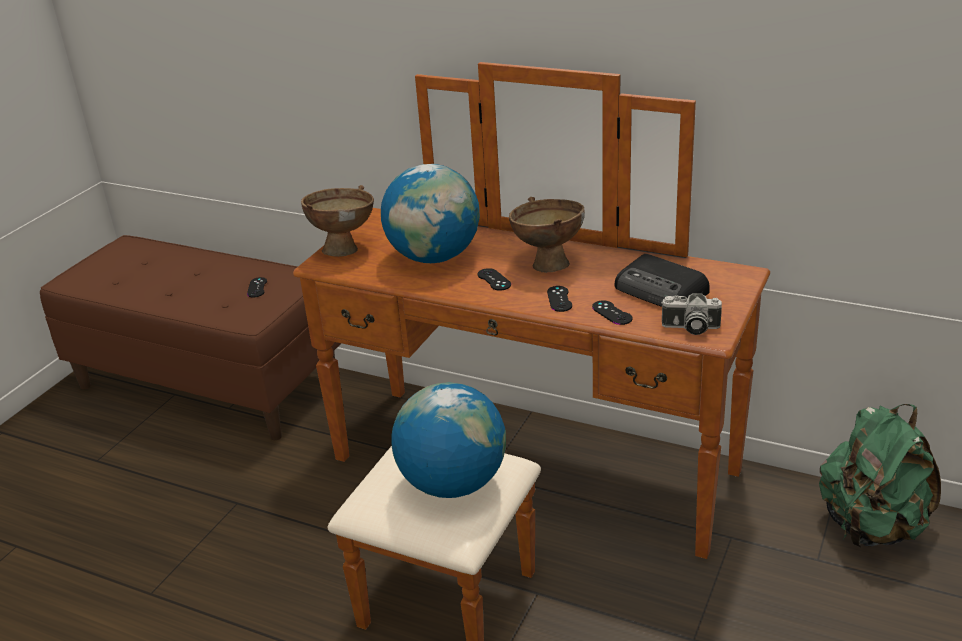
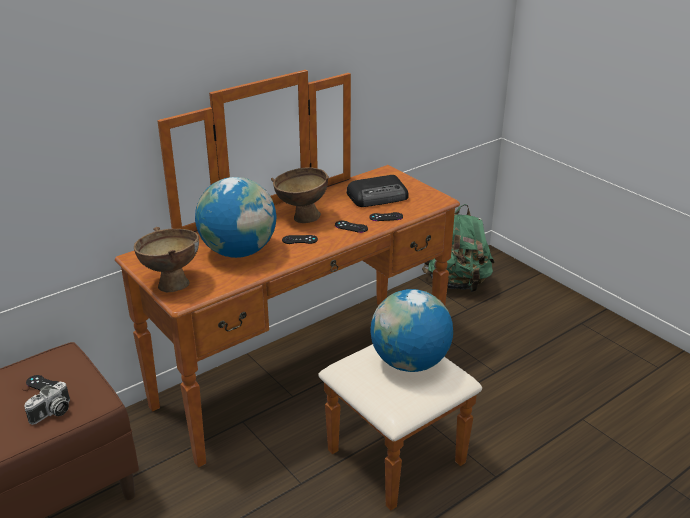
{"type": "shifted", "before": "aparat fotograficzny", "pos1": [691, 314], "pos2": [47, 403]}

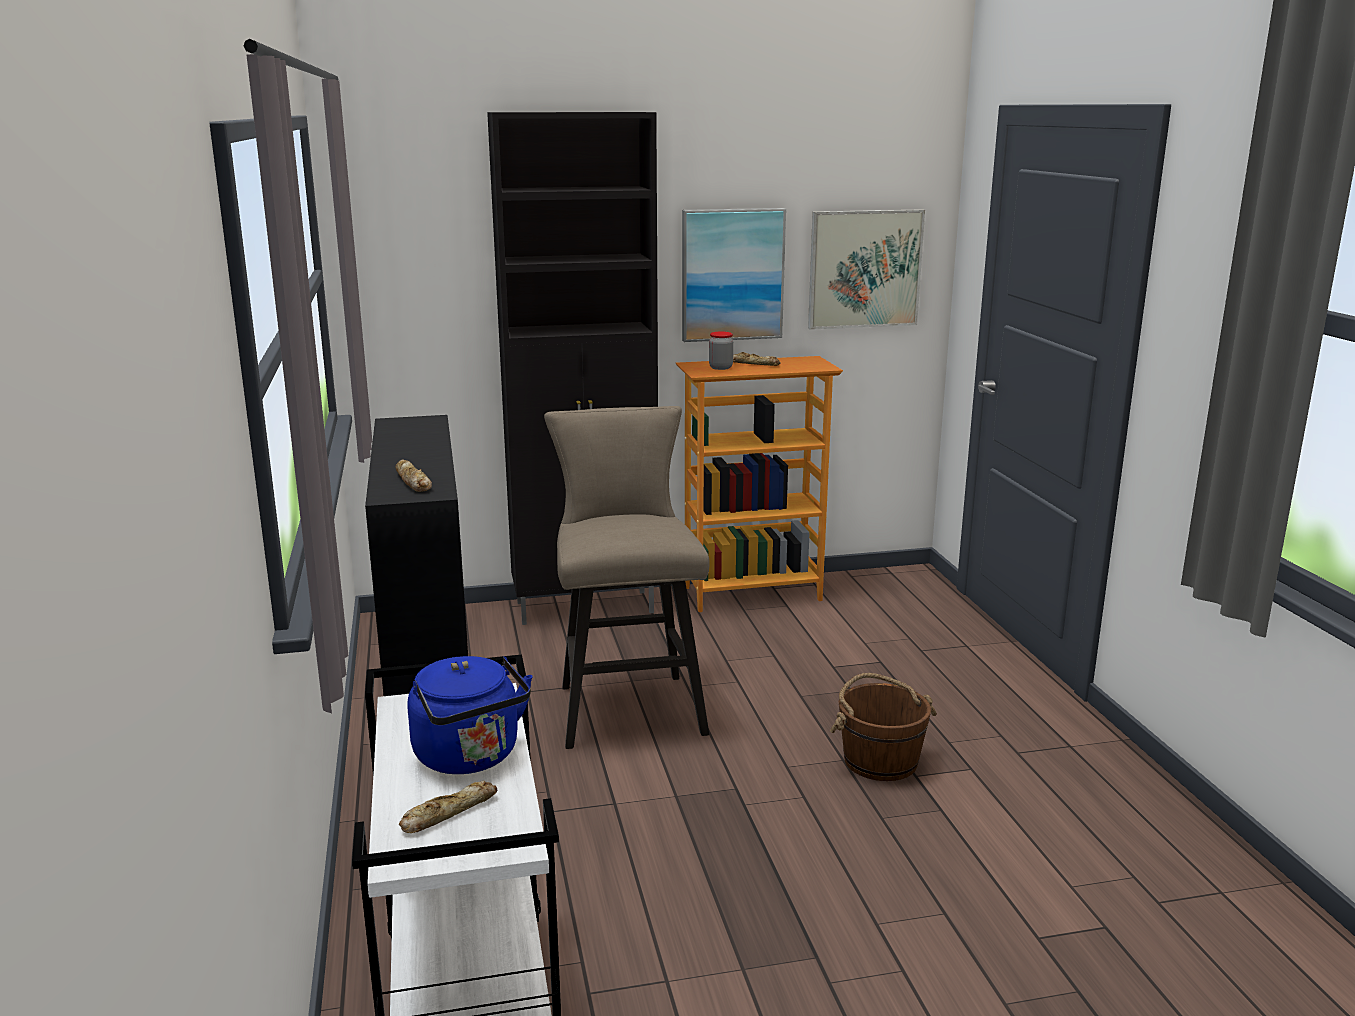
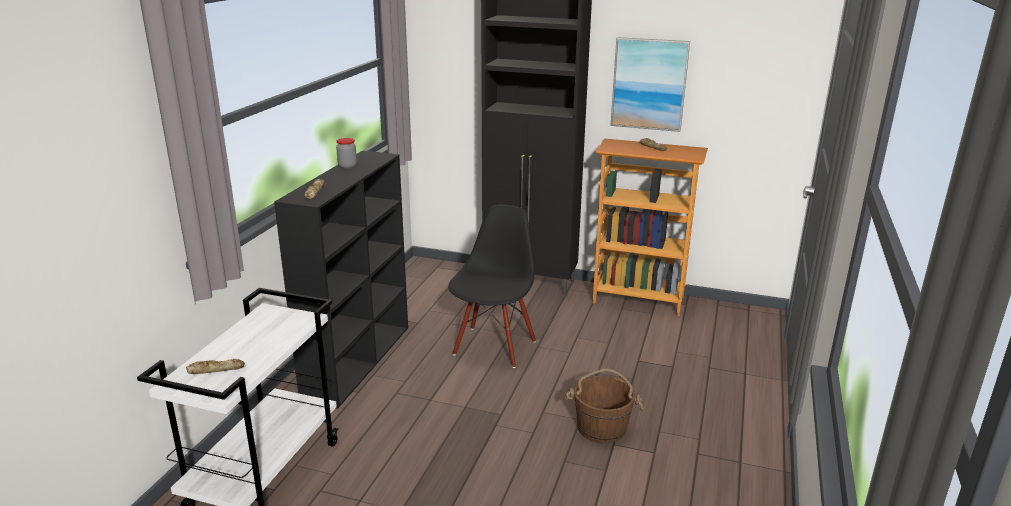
{"type": "gone", "before": "czajnik/niebieski", "pos1": [470, 715]}
{"type": "gone", "before": "obraz", "pos1": [866, 269]}
{"type": "shifted", "before": "słoik", "pos1": [721, 351], "pos2": [346, 153]}
{"type": "swapped", "before": "stołek/beżowy", "after": "krzesło/czarny", "pos1": [626, 577], "pos2": [492, 286]}

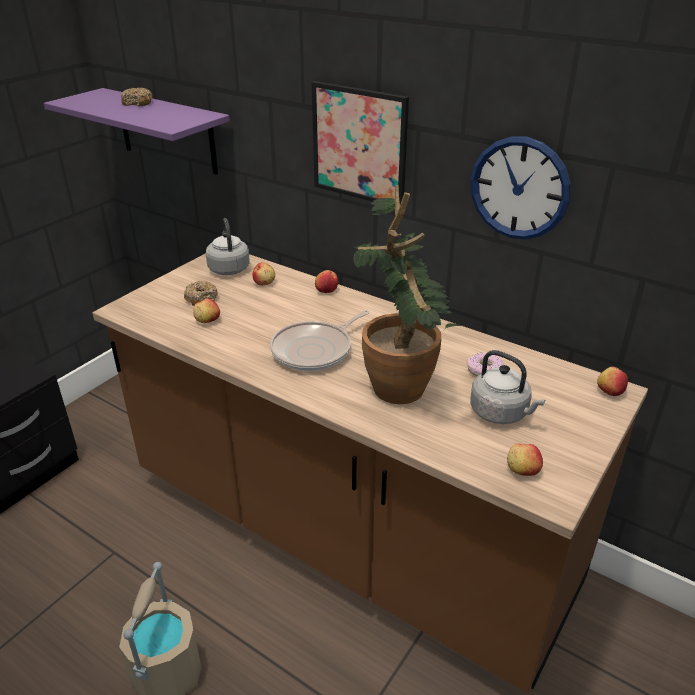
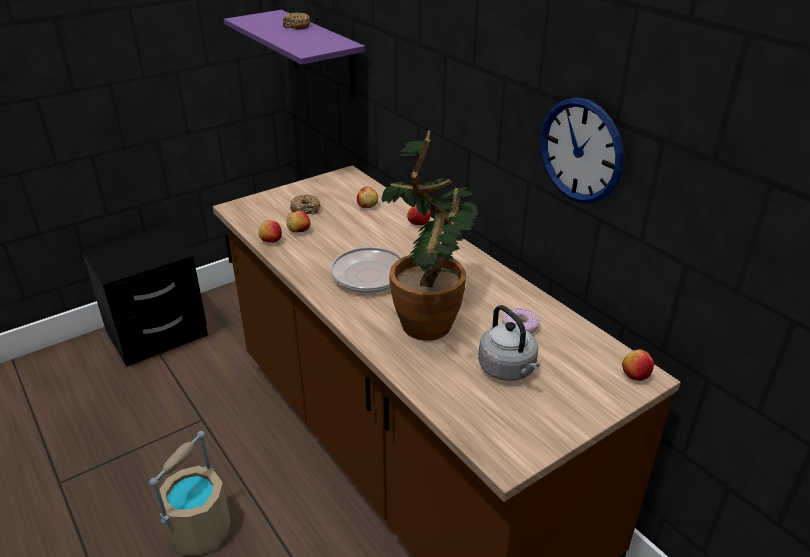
{"type": "gone", "before": "czajnik/szary", "pos1": [228, 246]}
{"type": "gone", "before": "obraz", "pos1": [360, 143]}
{"type": "shifted", "before": "jabłko", "pos1": [525, 459], "pos2": [270, 232]}

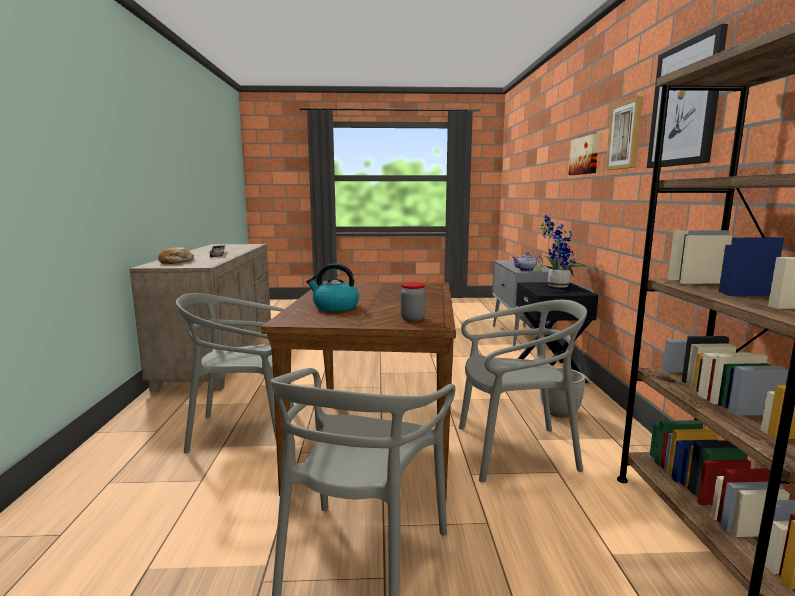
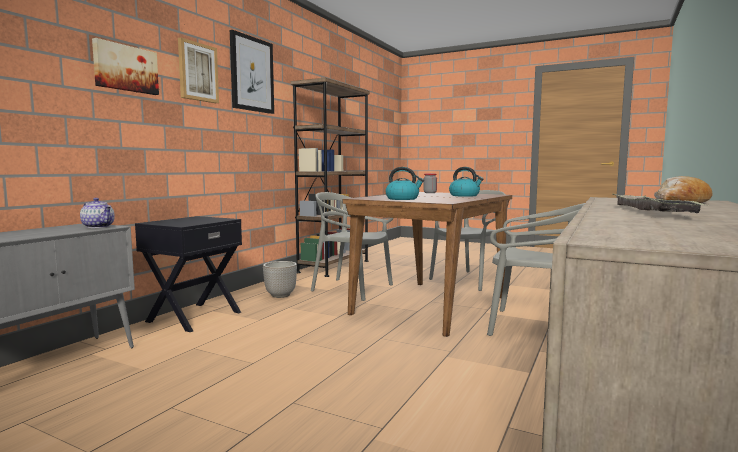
{"type": "gone", "before": "roślina doniczkowa", "pos1": [560, 251]}
{"type": "new", "after": "czajnik", "pos2": [404, 183]}

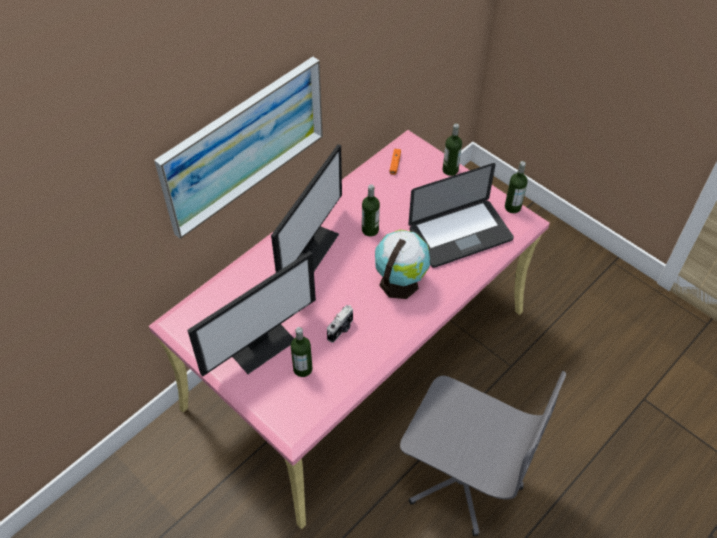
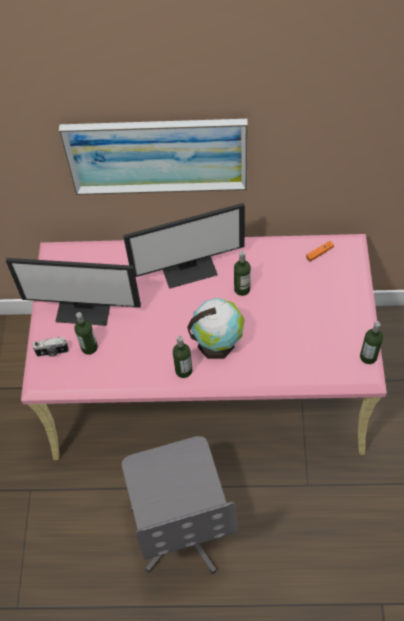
{"type": "gone", "before": "laptop", "pos1": [461, 215]}
{"type": "shifted", "before": "aparat fotograficzny", "pos1": [340, 324], "pos2": [50, 347]}
{"type": "shifted", "before": "butelka", "pos1": [452, 149], "pos2": [182, 357]}

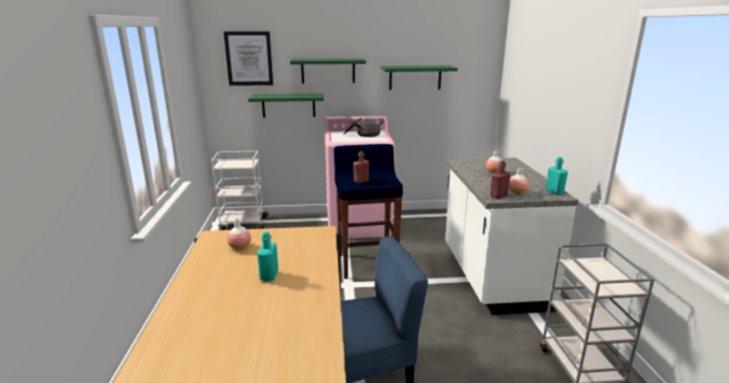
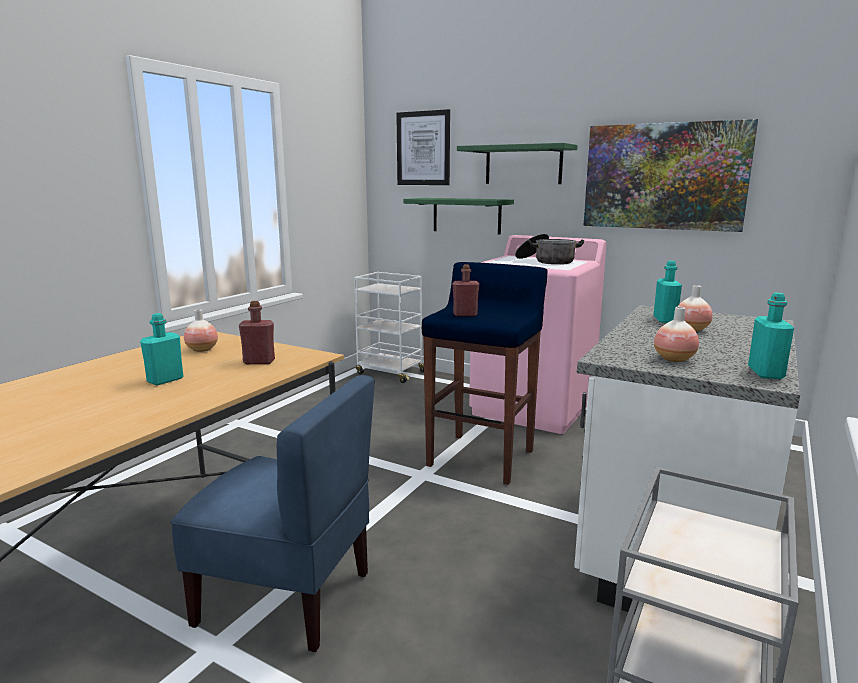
{"type": "new", "after": "butelka/turkusowy", "pos2": [668, 292]}
{"type": "shifted", "before": "butelka/czerwony", "pos1": [500, 180], "pos2": [257, 332]}
{"type": "swapped", "before": "półka/zielony", "after": "obraz", "pos1": [419, 77], "pos2": [670, 175]}

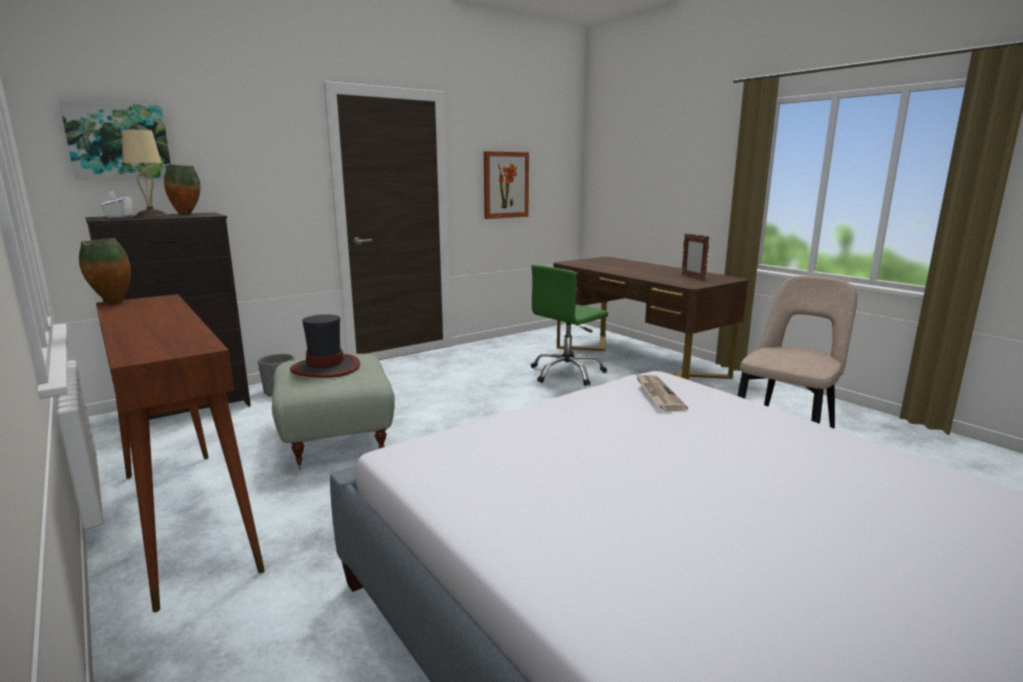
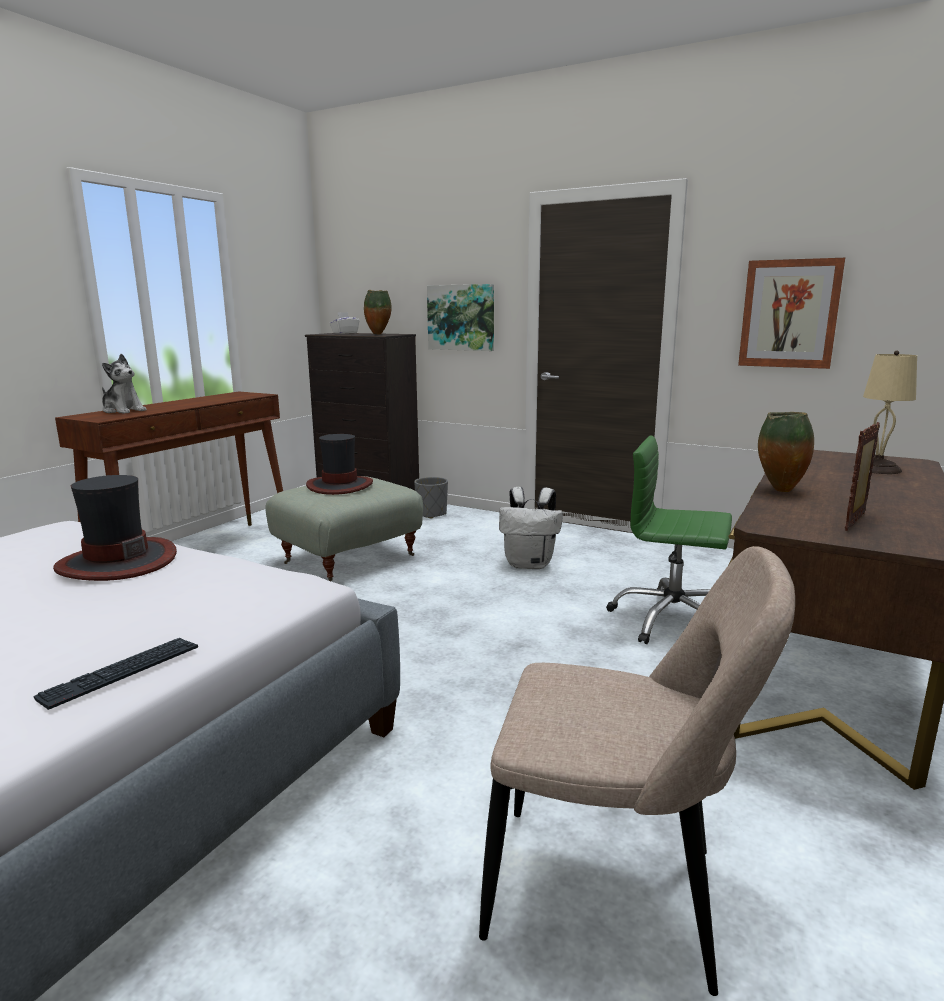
{"type": "gone", "before": "gazeta", "pos1": [661, 392]}
{"type": "new", "after": "klawiatura", "pos2": [116, 674]}
{"type": "new", "after": "kapelusz", "pos2": [115, 528]}
{"type": "new", "after": "pluszak", "pos2": [124, 384]}
{"type": "new", "after": "plecak/biały", "pos2": [531, 528]}
{"type": "shifted", "before": "obraz", "pos1": [115, 140], "pos2": [460, 317]}
{"type": "shifted", "before": "wazon", "pos1": [105, 270], "pos2": [786, 452]}
{"type": "shifted", "before": "lampa stołowa/beżowy", "pos1": [145, 172], "pos2": [890, 412]}

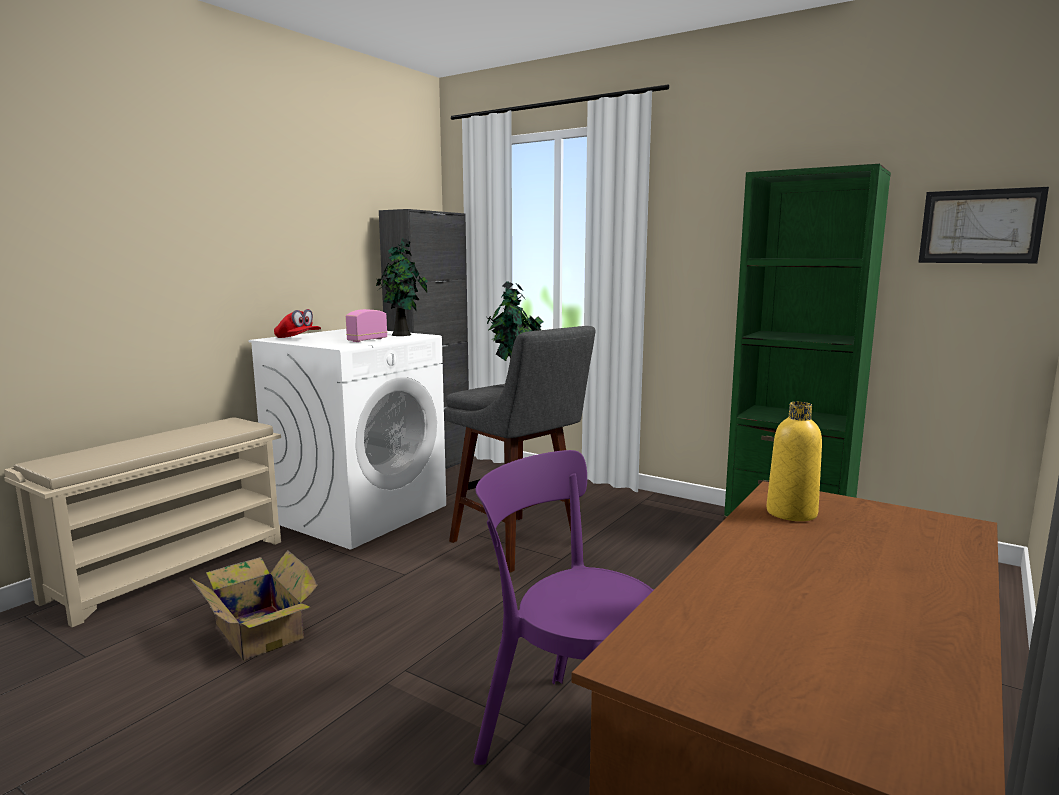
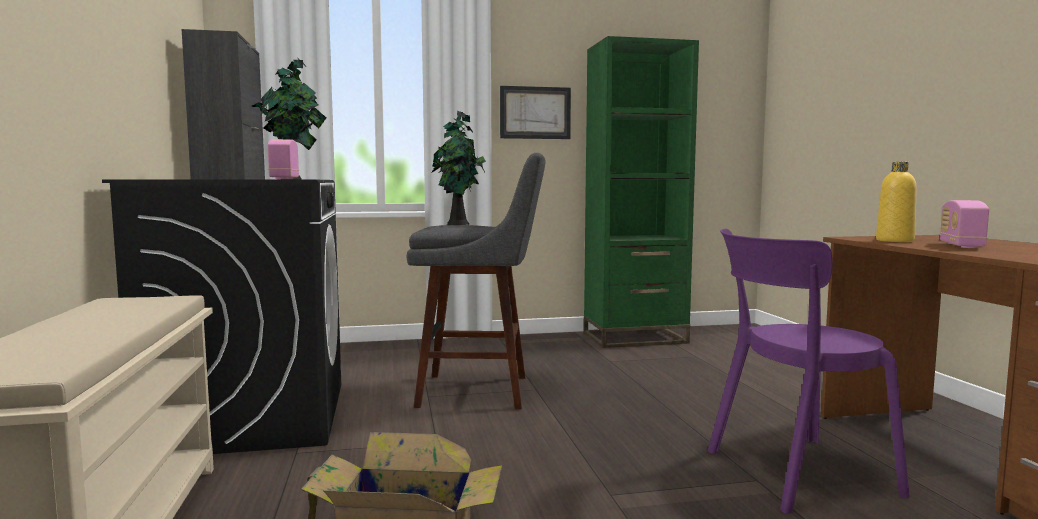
{"type": "gone", "before": "czapka z daszkiem/czerwony", "pos1": [297, 323]}
{"type": "new", "after": "radio", "pos2": [964, 224]}
{"type": "shifted", "before": "obraz", "pos1": [983, 225], "pos2": [535, 112]}
{"type": "repainted", "before": "pralka/biały", "after": "pralka/czarny", "pos1": [347, 439], "pos2": [221, 316]}

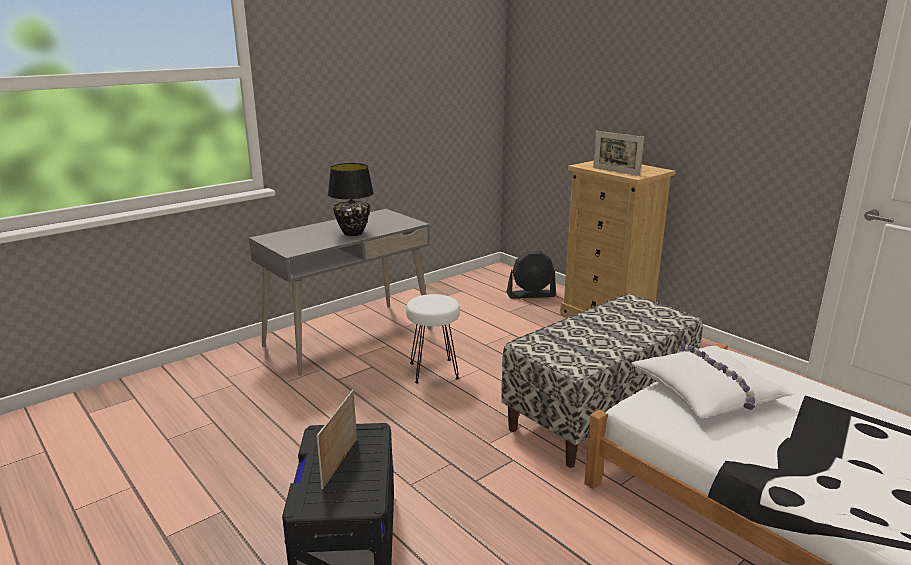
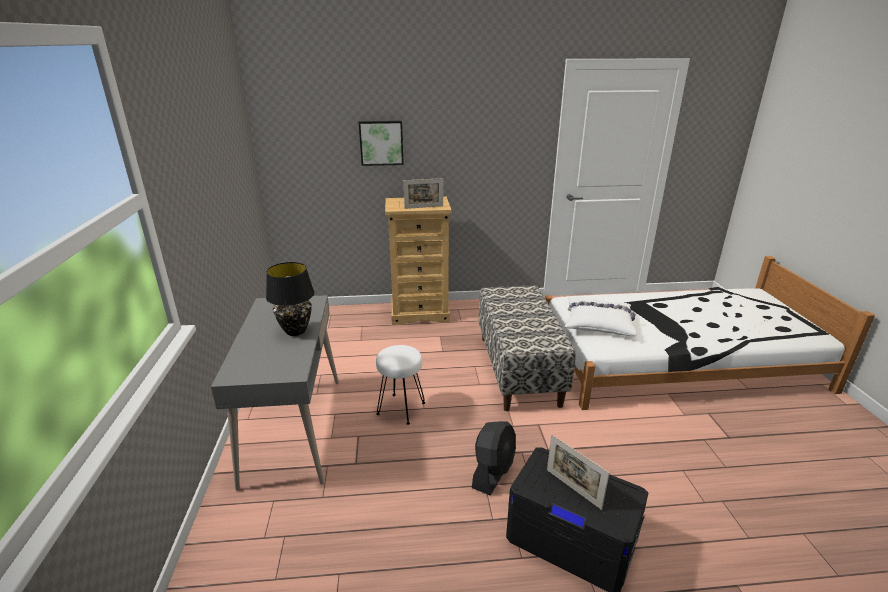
{"type": "new", "after": "obraz", "pos2": [381, 143]}
{"type": "shifted", "before": "wentylator/czarny", "pos1": [531, 275], "pos2": [494, 458]}

